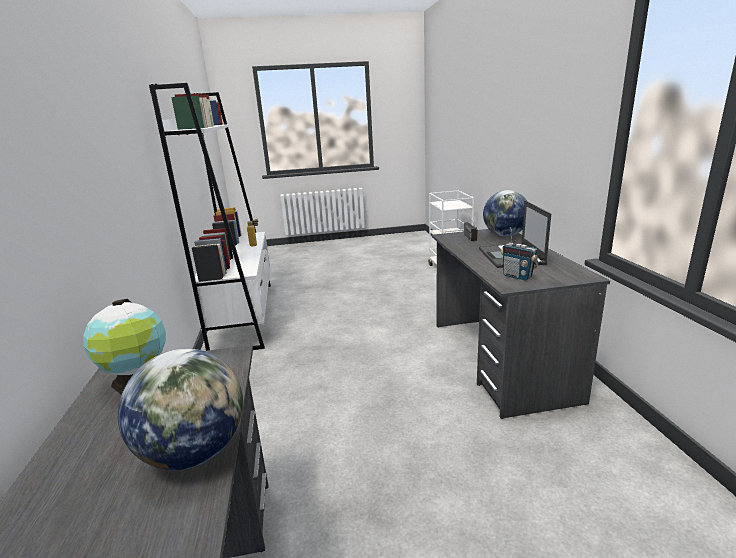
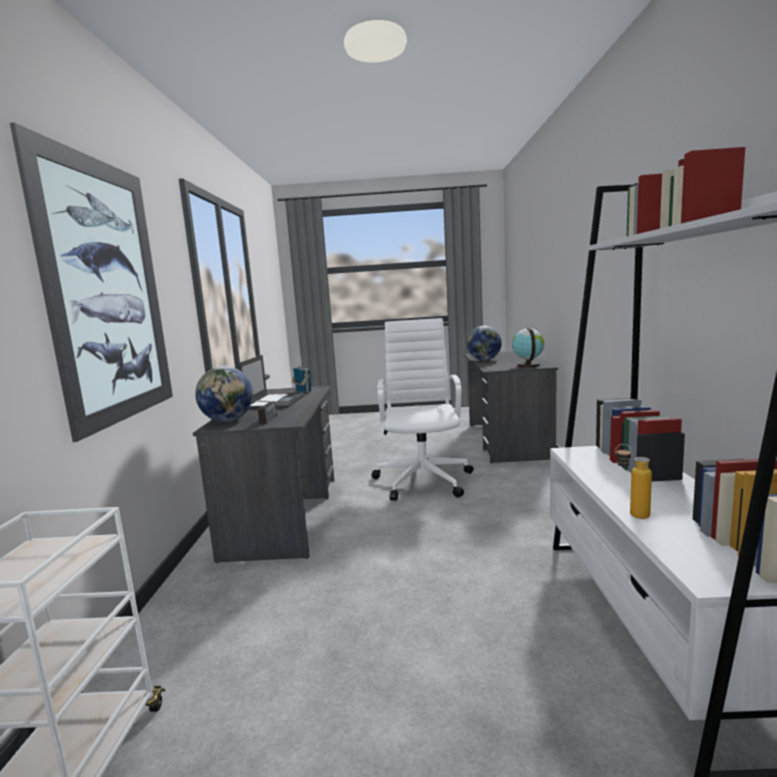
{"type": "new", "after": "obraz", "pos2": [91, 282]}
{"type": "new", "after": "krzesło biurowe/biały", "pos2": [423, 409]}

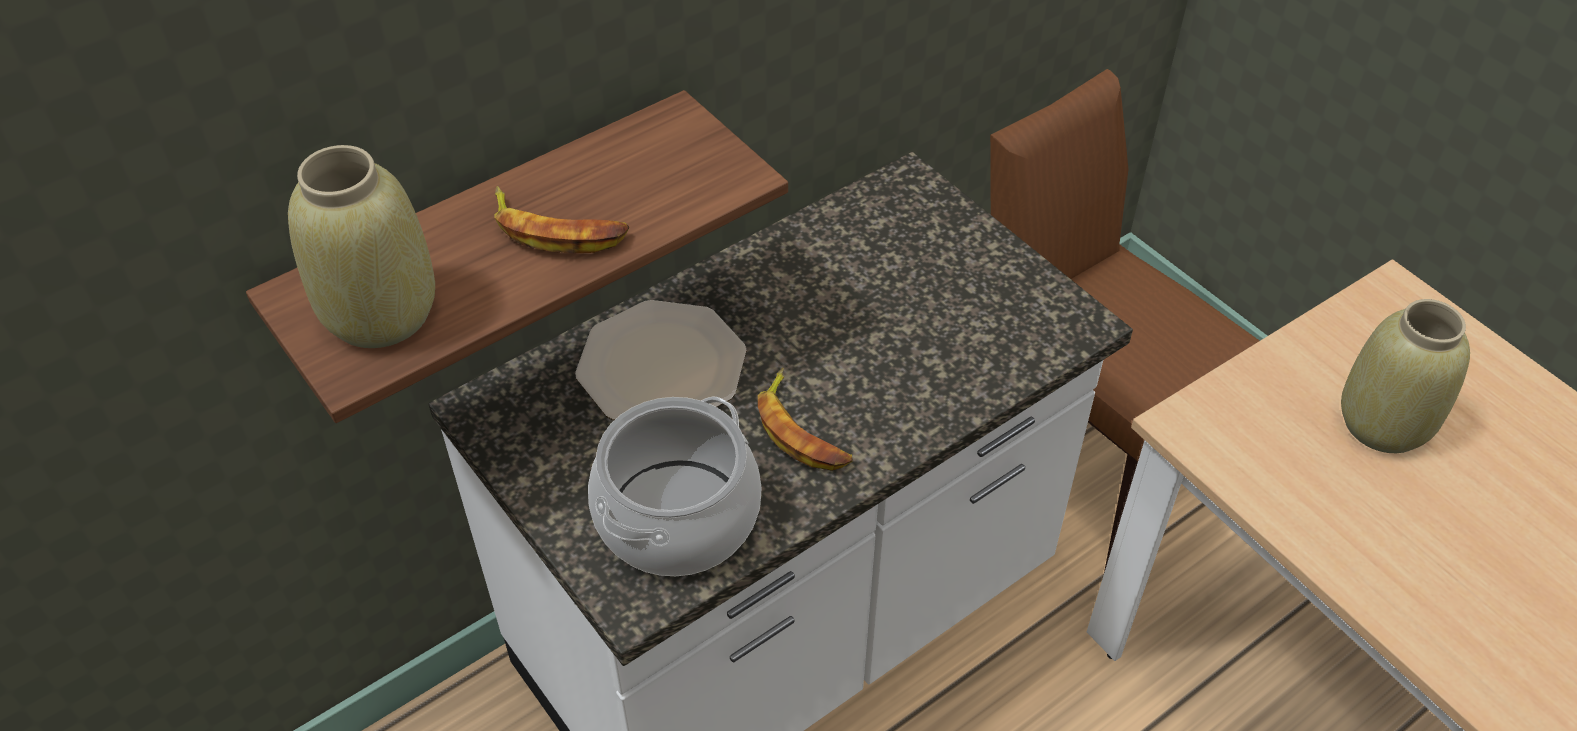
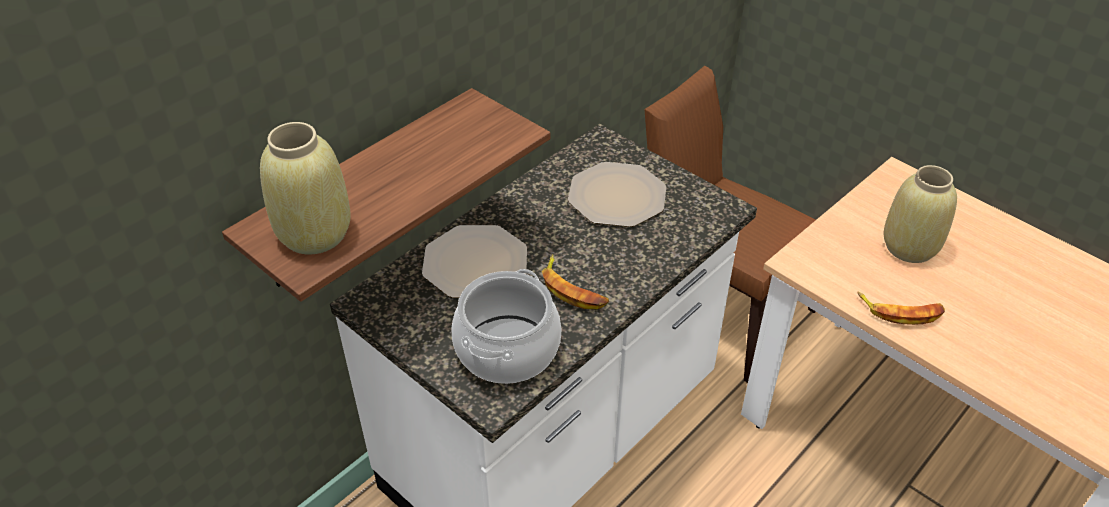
{"type": "new", "after": "talerz", "pos2": [617, 194]}
{"type": "shifted", "before": "banan", "pos1": [561, 219], "pos2": [901, 308]}

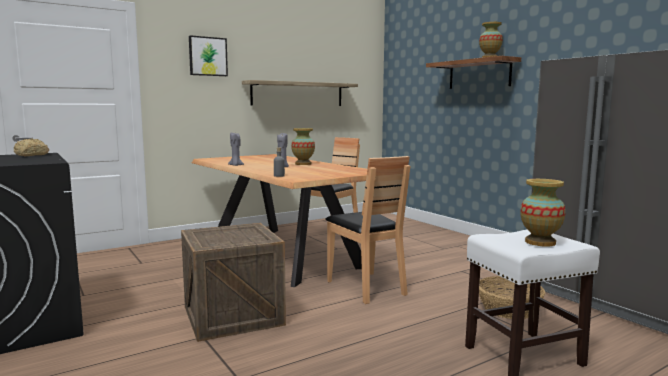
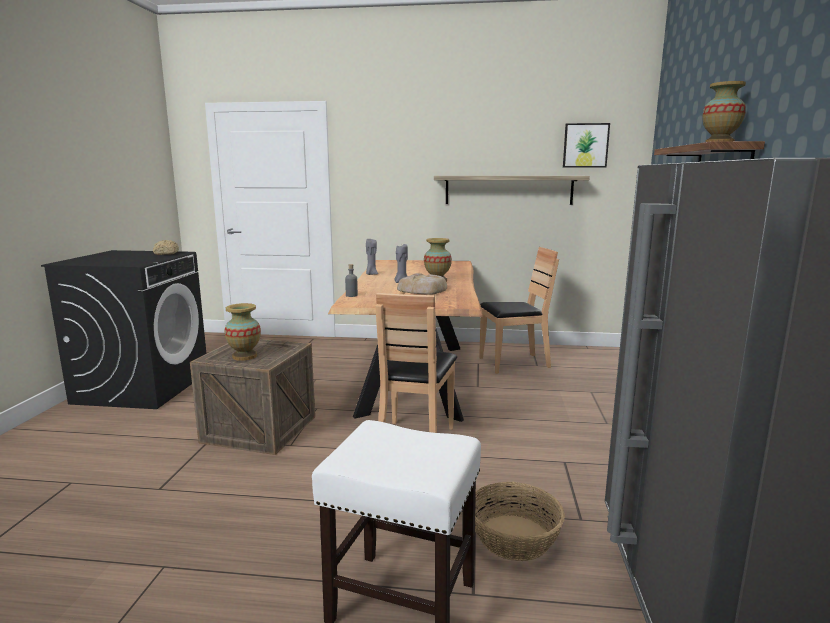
{"type": "new", "after": "chleb", "pos2": [422, 284]}
{"type": "shifted", "before": "obraz", "pos1": [208, 55], "pos2": [586, 145]}
{"type": "shifted", "before": "wazon", "pos1": [543, 213], "pos2": [242, 332]}

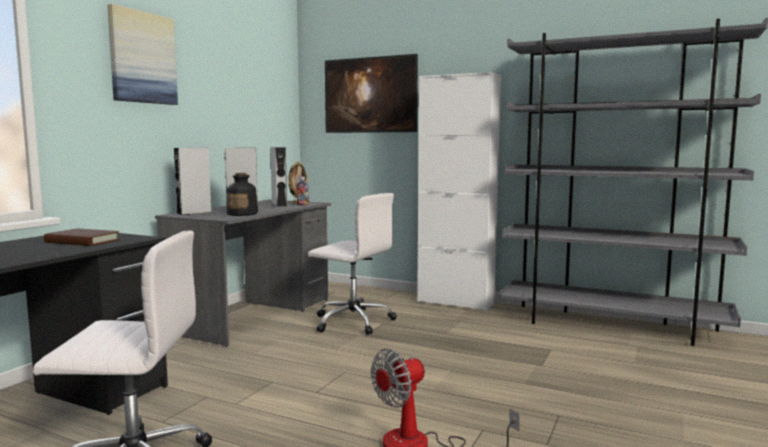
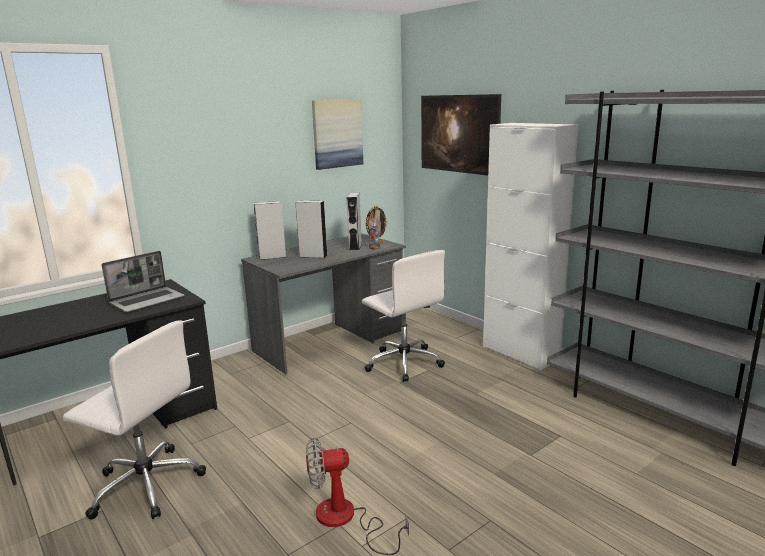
{"type": "gone", "before": "butelka", "pos1": [242, 194]}
{"type": "shifted", "before": "obraz", "pos1": [142, 54], "pos2": [337, 134]}
{"type": "swapped", "before": "książka/brązowy", "after": "laptop", "pos1": [82, 237], "pos2": [143, 282]}

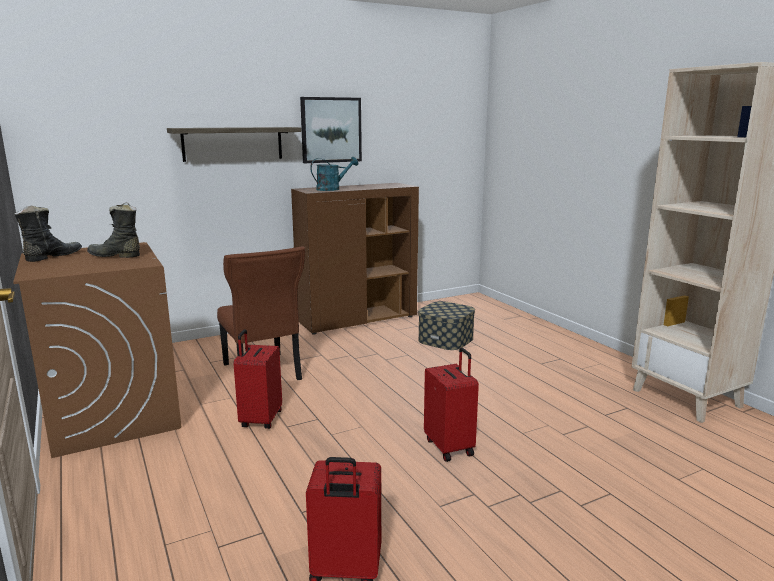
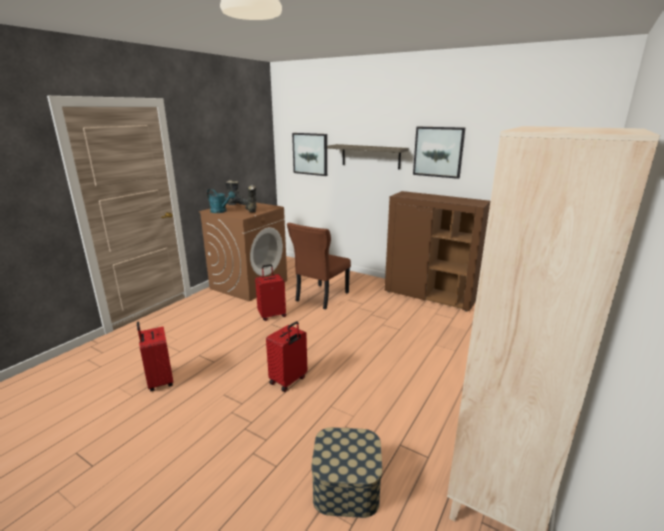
{"type": "new", "after": "obraz", "pos2": [309, 154]}
{"type": "shifted", "before": "konewka/turkusowy", "pos1": [334, 174], "pos2": [221, 201]}
{"type": "shifted", "before": "pojemnik do przechowywania", "pos1": [446, 325], "pos2": [346, 472]}

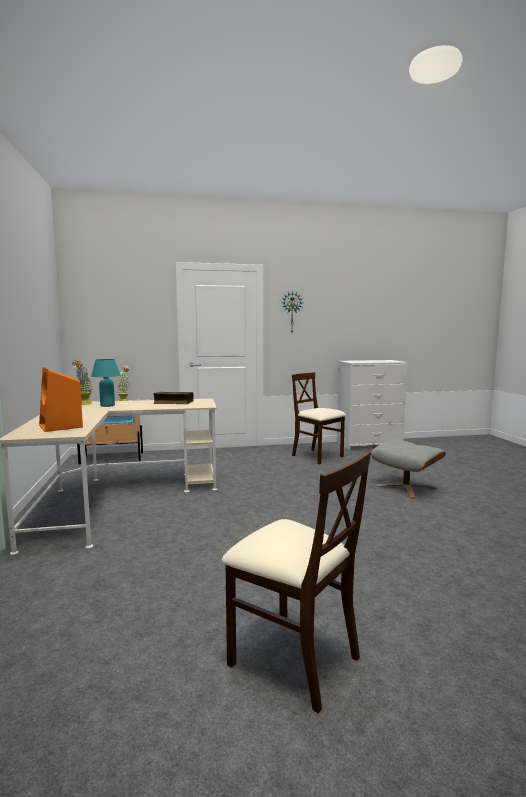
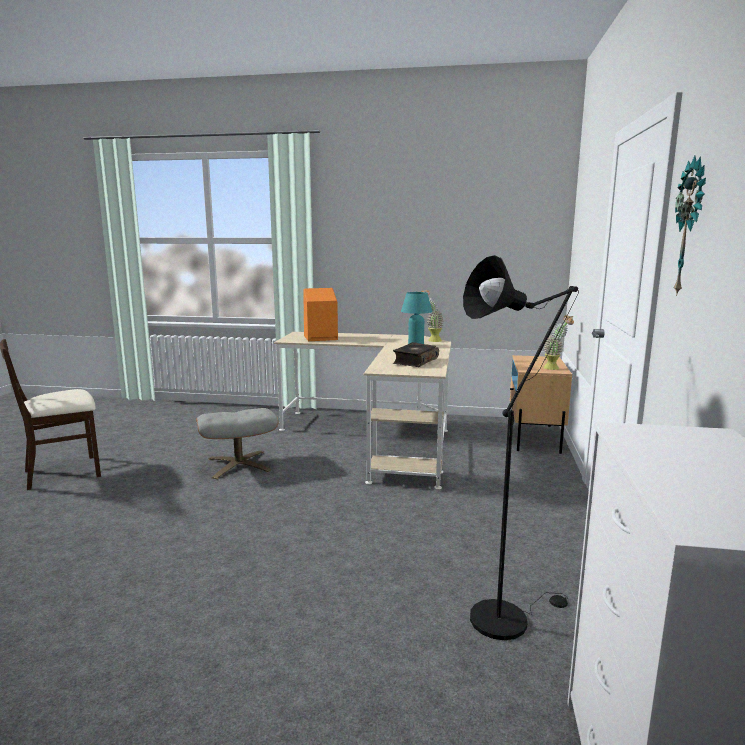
{"type": "shifted", "before": "pufa/szary", "pos1": [408, 468], "pos2": [237, 443]}
{"type": "swapped", "before": "krzesło/beżowy", "after": "lampa stojąca/czarny", "pos1": [319, 418], "pos2": [521, 447]}

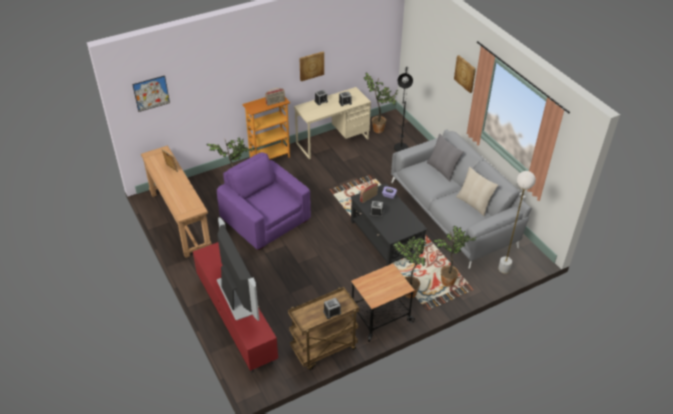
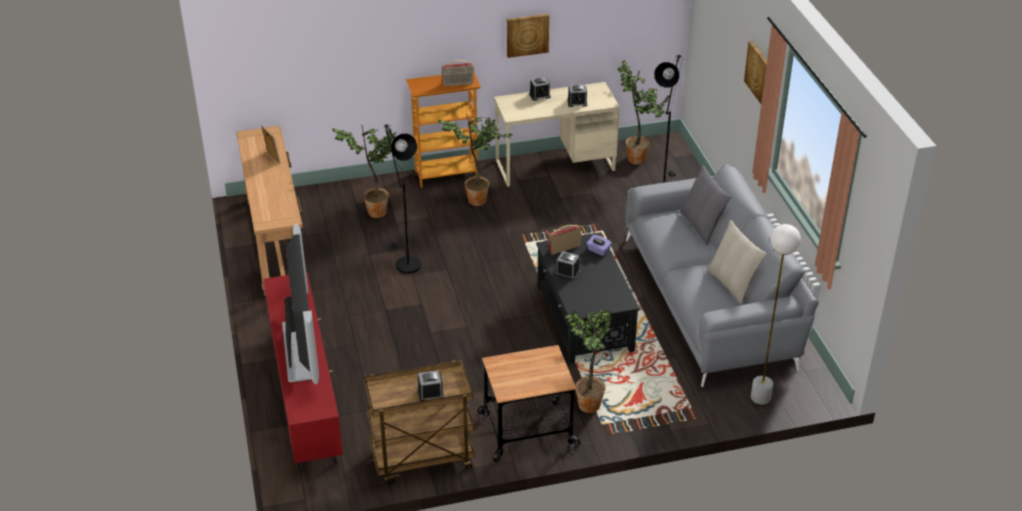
{"type": "gone", "before": "obraz", "pos1": [151, 93]}
{"type": "shifted", "before": "roślina doniczkowa", "pos1": [454, 256], "pos2": [475, 160]}
{"type": "swapped", "before": "fotel/fioletowy", "after": "lampa stojąca/czarny", "pos1": [264, 201], "pos2": [402, 199]}

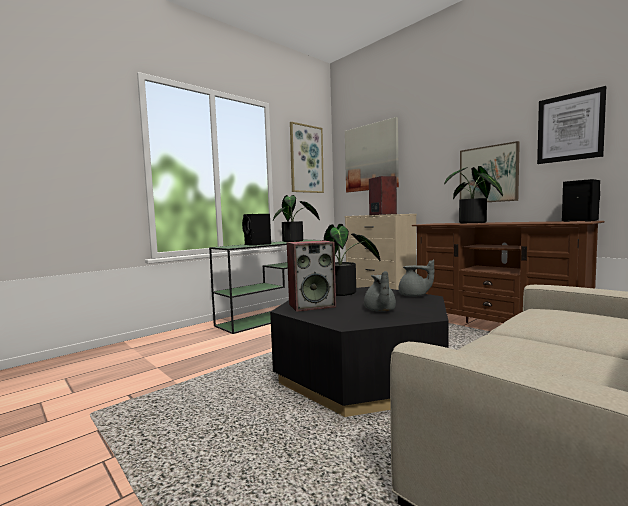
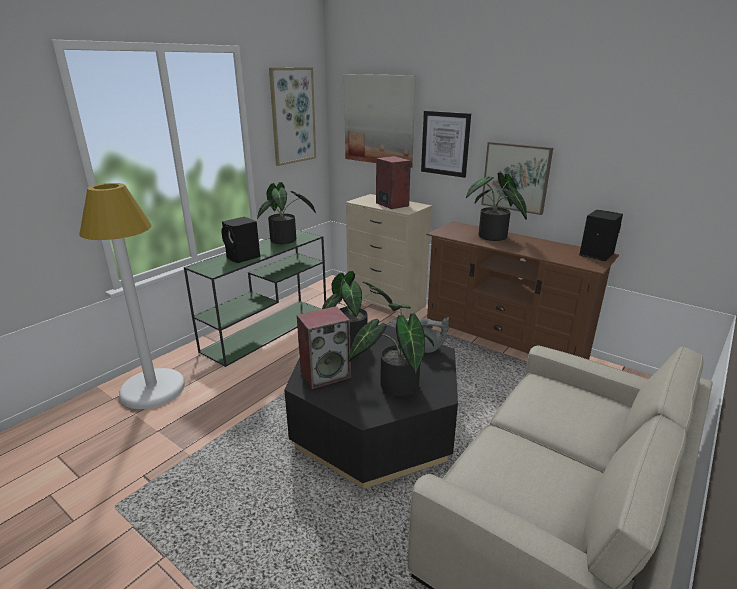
{"type": "new", "after": "lampa stojąca/biały", "pos2": [132, 296]}
{"type": "shifted", "before": "obraz", "pos1": [571, 125], "pos2": [446, 144]}
{"type": "swapped", "before": "imbryk/szary", "after": "roślina doniczkowa", "pos1": [380, 291], "pos2": [391, 350]}

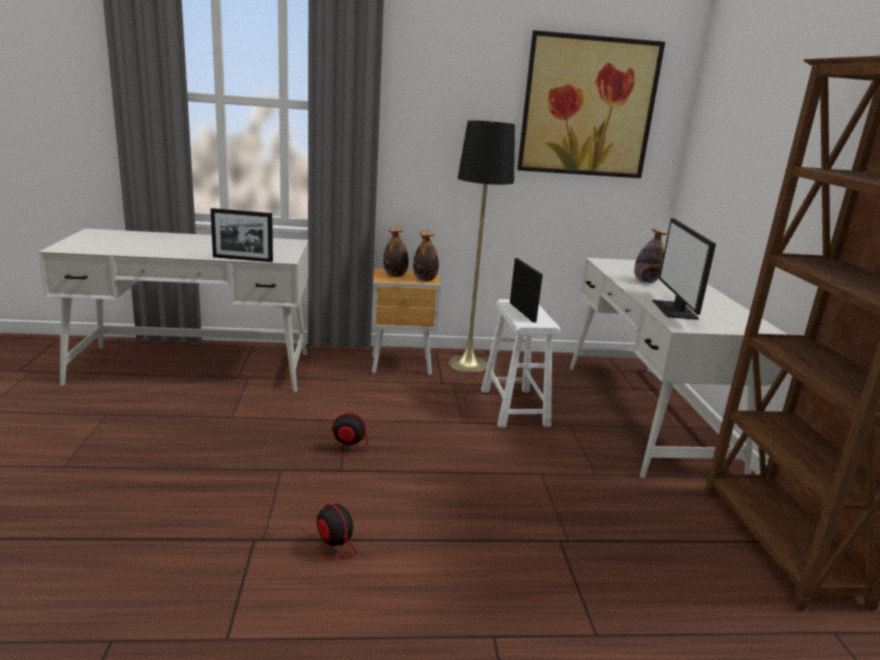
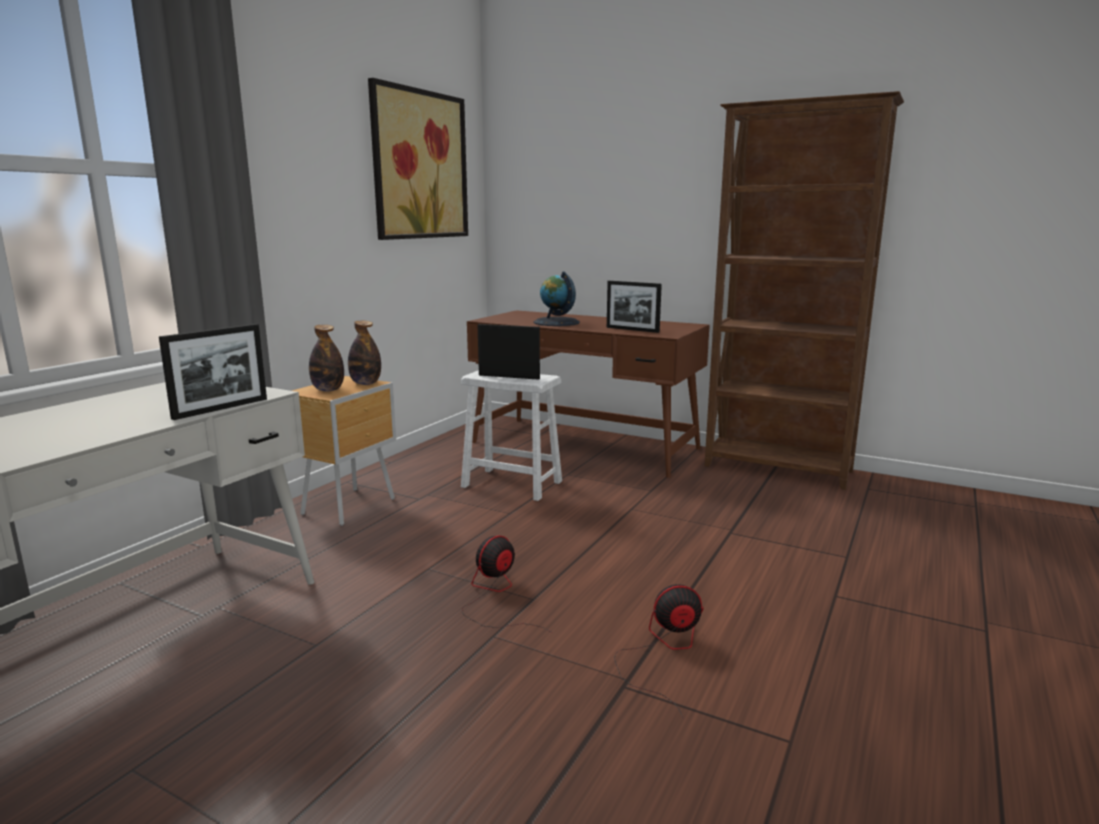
{"type": "gone", "before": "lampa stojąca/czarny", "pos1": [481, 246]}
{"type": "swapped", "before": "butelka", "after": "globus", "pos1": [650, 255], "pos2": [557, 298]}
{"type": "swapped", "before": "monitor", "after": "ramka na zdjęcie", "pos1": [684, 269], "pos2": [634, 307]}
{"type": "repainted", "before": "biurko/biały", "after": "biurko/brązowy", "pos1": [679, 368], "pos2": [588, 394]}

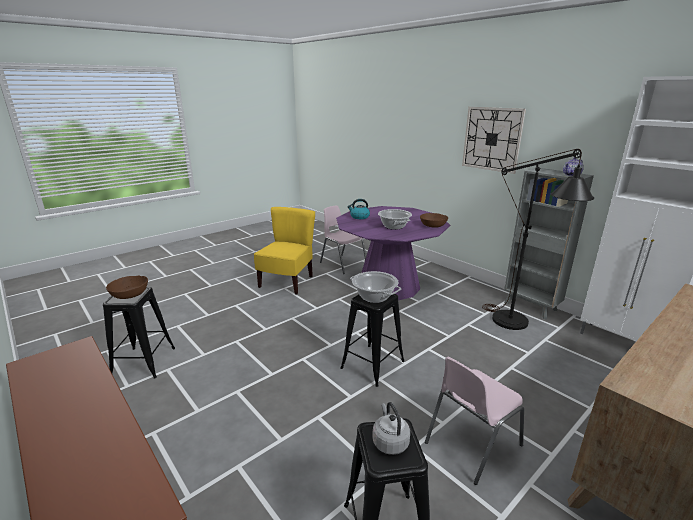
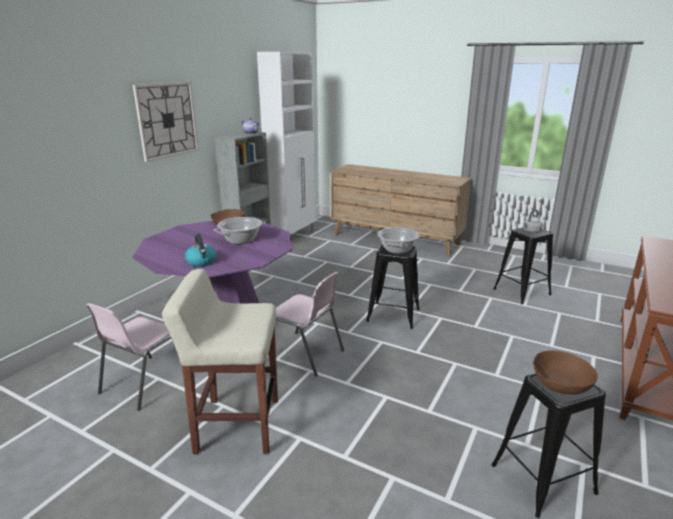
{"type": "gone", "before": "lampa stojąca/czarny", "pos1": [538, 239]}
{"type": "shifted", "before": "krzesło/różowy", "pos1": [474, 421], "pos2": [310, 324]}
{"type": "swapped", "before": "krzesło/żółty", "after": "stołek/beżowy", "pos1": [284, 251], "pos2": [220, 361]}

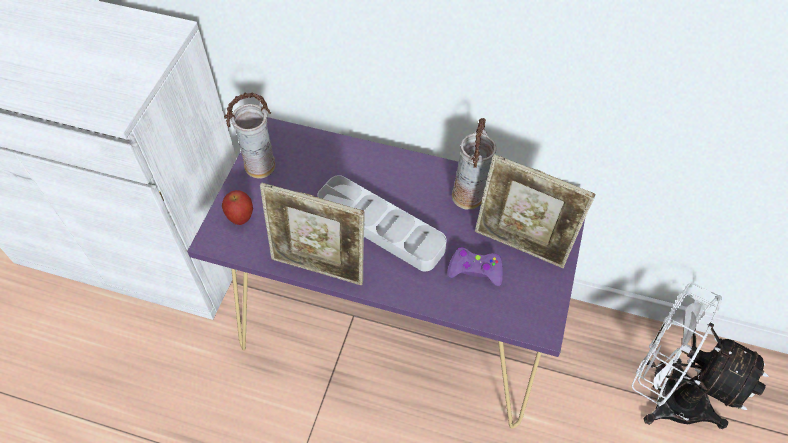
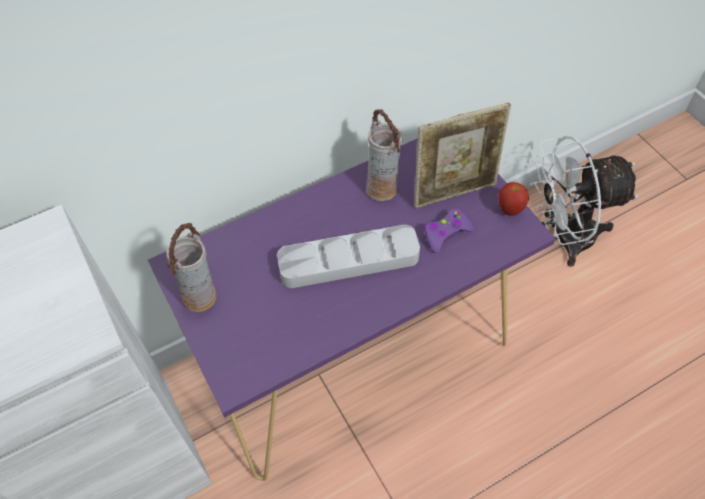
{"type": "gone", "before": "ramka na zdjęcie", "pos1": [312, 234]}
{"type": "shifted", "before": "jabłko", "pos1": [237, 207], "pos2": [514, 199]}

